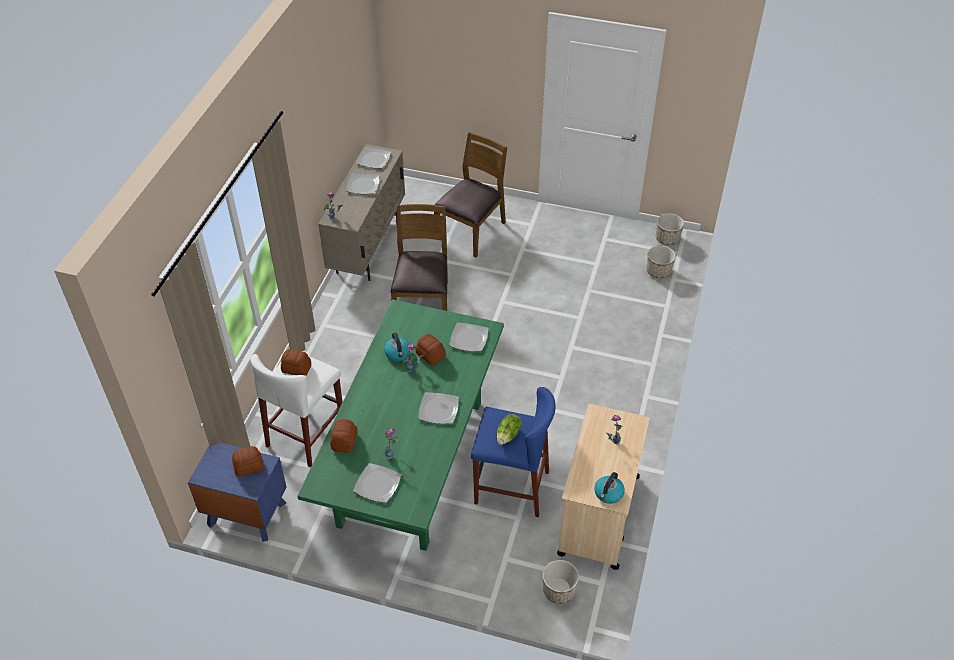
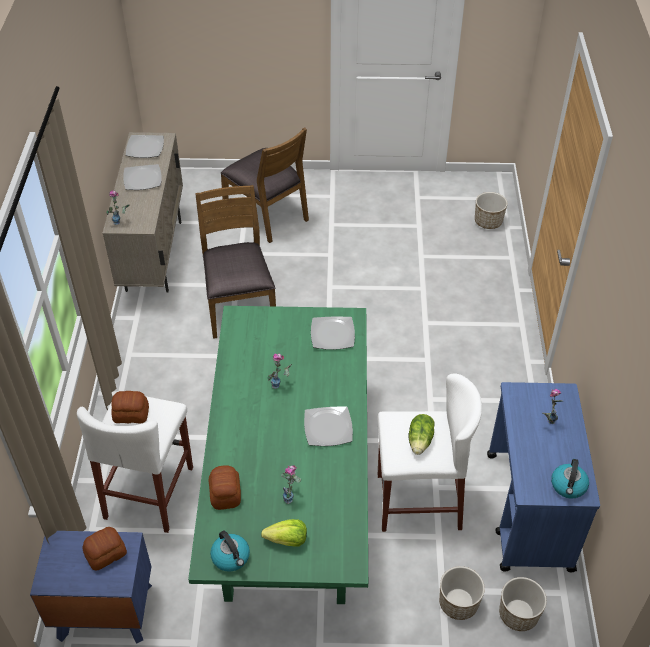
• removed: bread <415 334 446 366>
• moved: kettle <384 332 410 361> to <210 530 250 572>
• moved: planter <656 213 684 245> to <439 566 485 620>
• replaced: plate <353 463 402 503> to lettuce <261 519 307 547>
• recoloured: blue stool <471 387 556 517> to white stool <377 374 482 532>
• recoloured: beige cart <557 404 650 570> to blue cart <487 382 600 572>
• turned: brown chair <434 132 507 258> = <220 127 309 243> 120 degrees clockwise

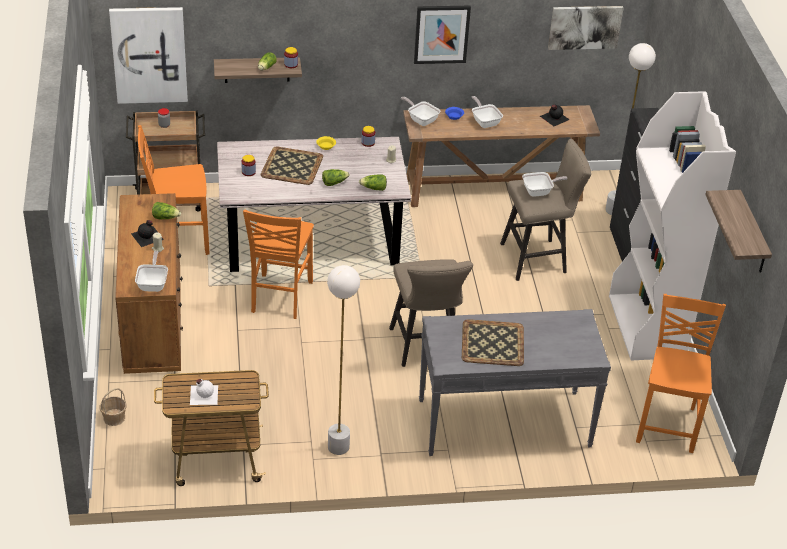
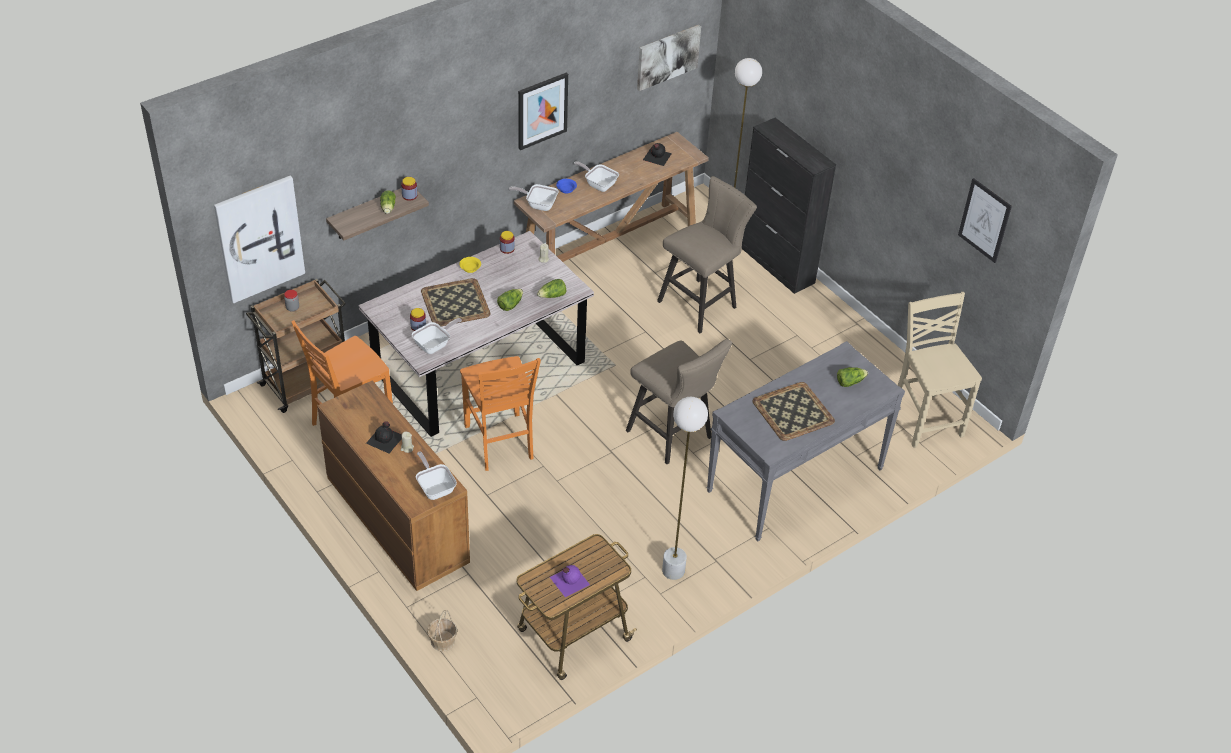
• removed: white bookcase <609 91 736 360>
• moved: lettuce <152 202 181 219> to <837 367 868 387>
• moved: frying pan <522 172 567 197> to <411 318 462 354>
• replaced: shelf <705 190 772 273> to picture <958 178 1012 263>
• recoloured: white bottle <190 379 218 405> to purple bottle <550 565 590 597>
• recoloured: orange chair <636 294 726 453> to beige chair <898 292 982 448>

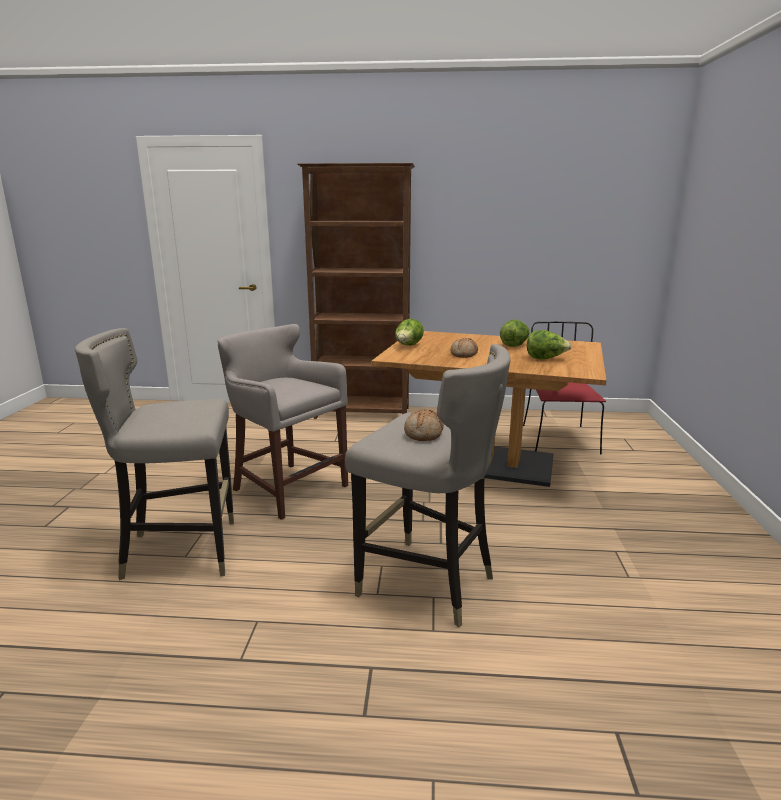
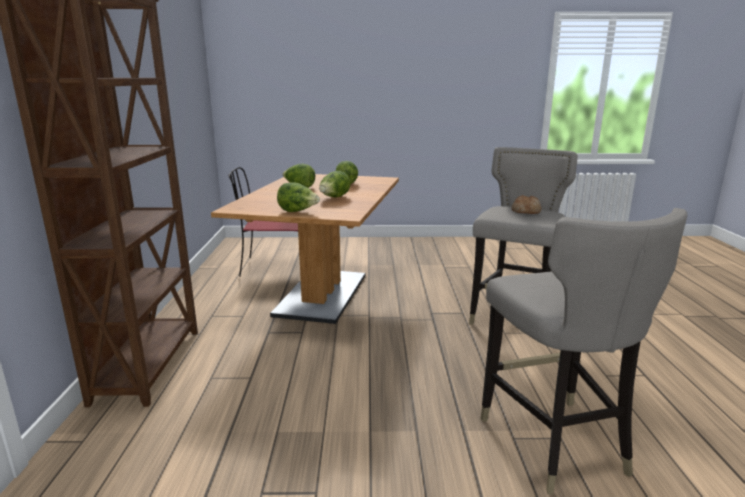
• removed: grey stool <217 324 348 520>
• replaced: bread <451 338 478 358> to lettuce <319 171 350 197>

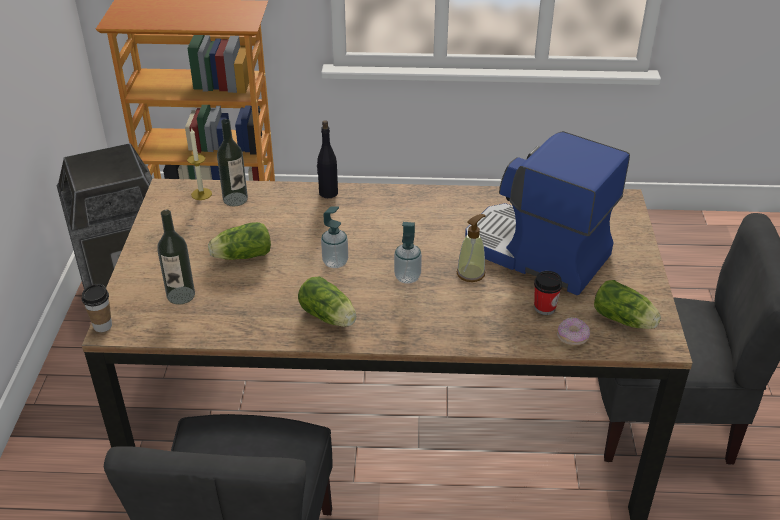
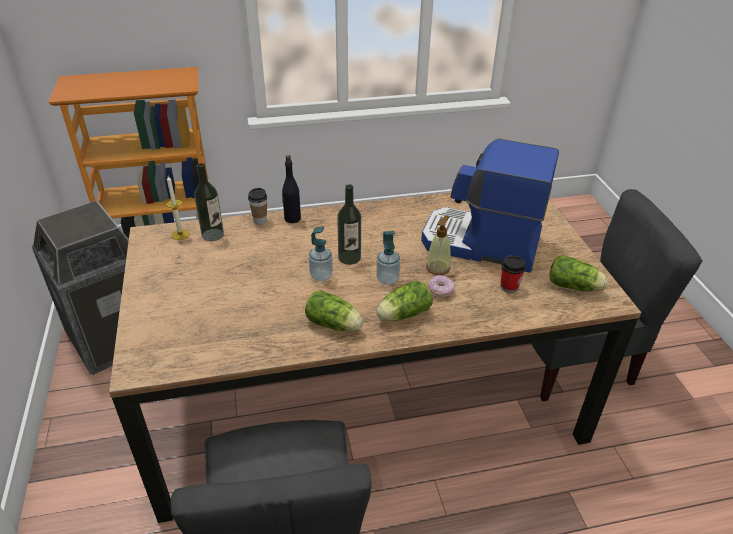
• moved: cup <82 284 112 332> to <248 188 267 225>
• moved: bottle <157 210 195 305> to <337 184 361 265>
• moved: lettuce <208 222 271 260> to <376 281 433 321>
• moved: donut <557 317 590 346> to <428 275 455 298>

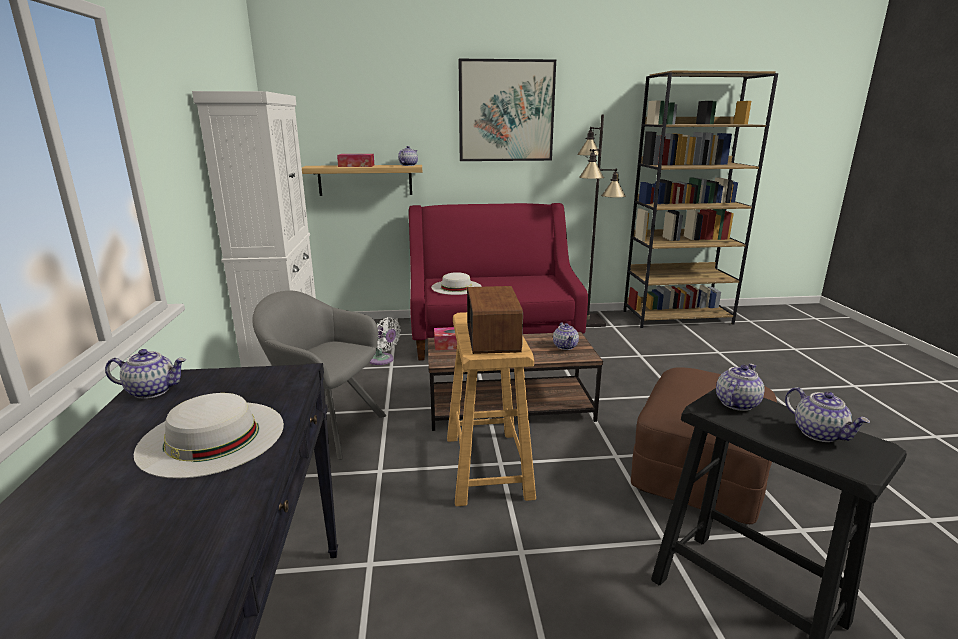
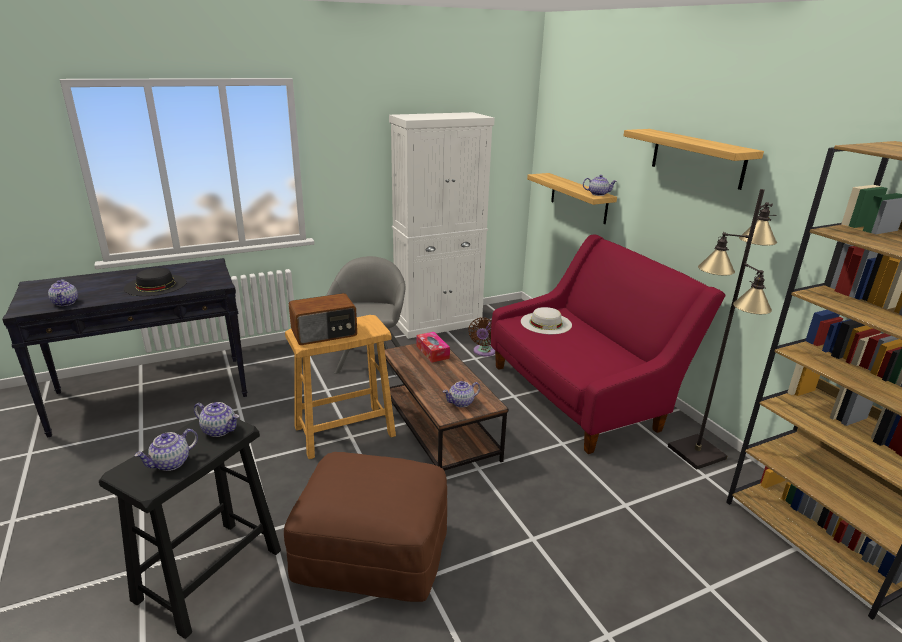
• removed: tissue box <337 154 374 167>
• moved: teapot <105 349 186 399> to <48 279 78 306>
• replaced: picture <459 59 556 161> to shelf <623 129 764 190>
• recoloured: white hat <134 393 284 478> to black hat <124 268 187 296>
• recoloured: white fan <369 317 401 365> to brown fan <468 317 495 356>

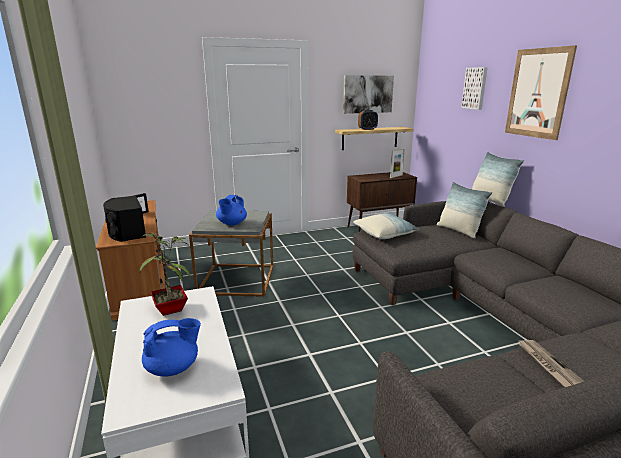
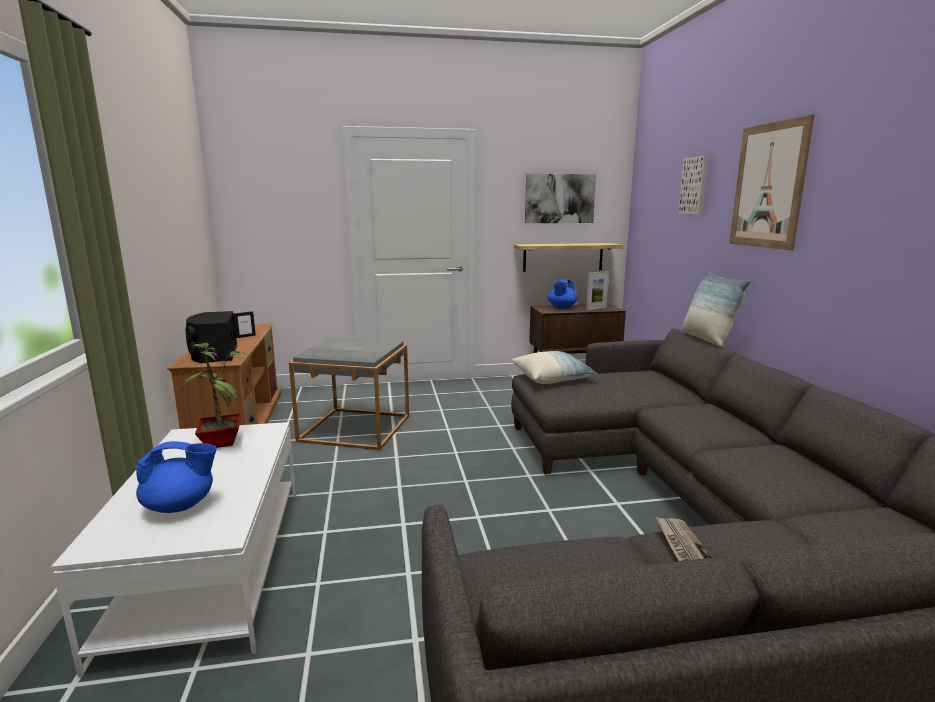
• removed: alarm clock <358 110 378 130>
• removed: pillow <437 181 492 239>
• moved: blue teapot <216 195 247 225> to <548 279 577 308>

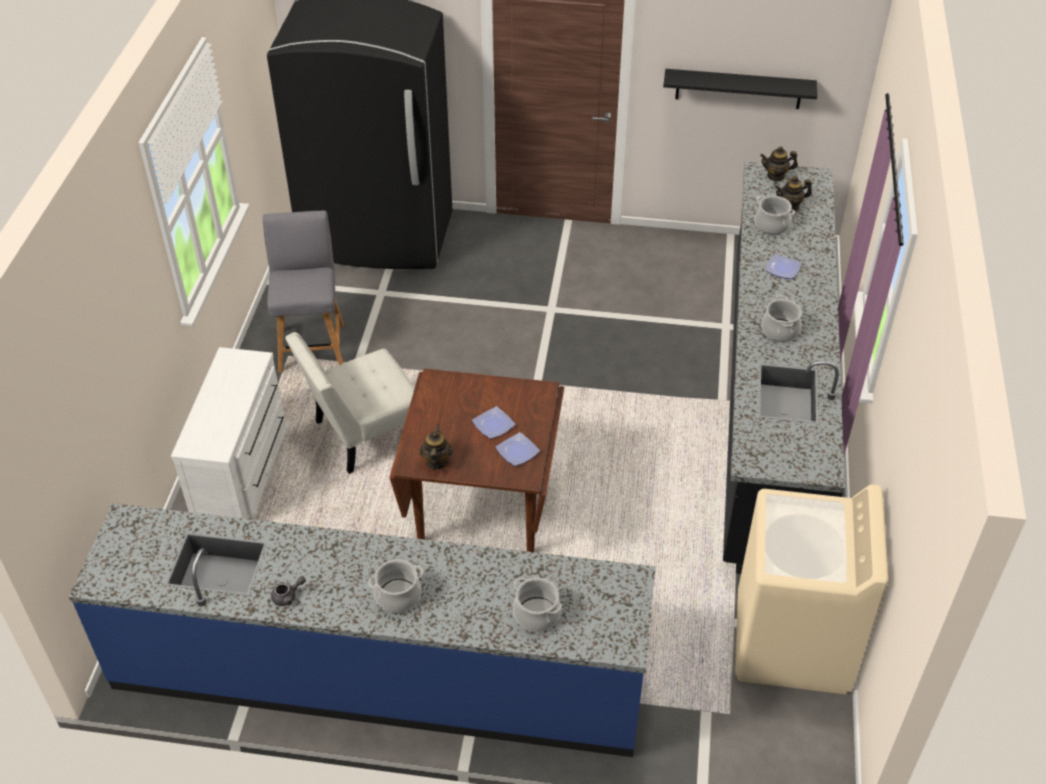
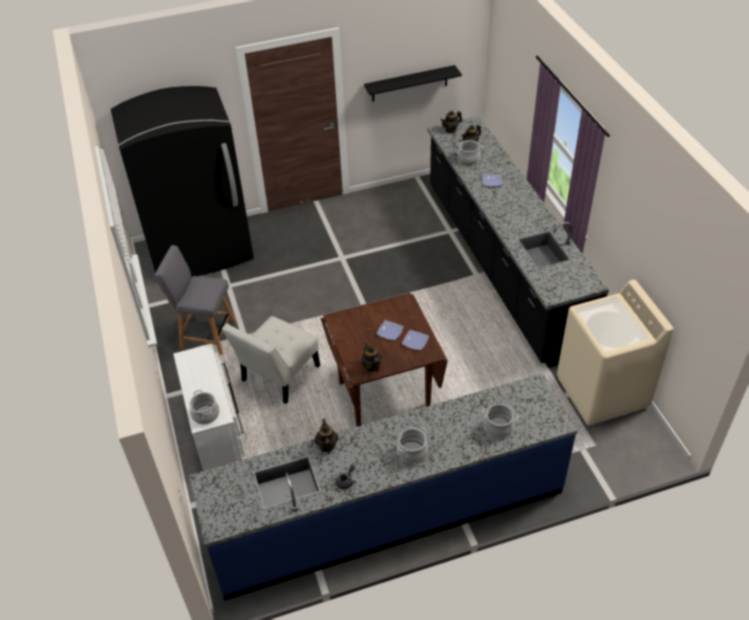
• added: teapot <315 419 338 454>
• moved: cooking pot <761 295 802 342> to <189 390 220 424>
• turned: grey chair <263 211 344 372> = <155 245 237 355> 45 degrees counterclockwise

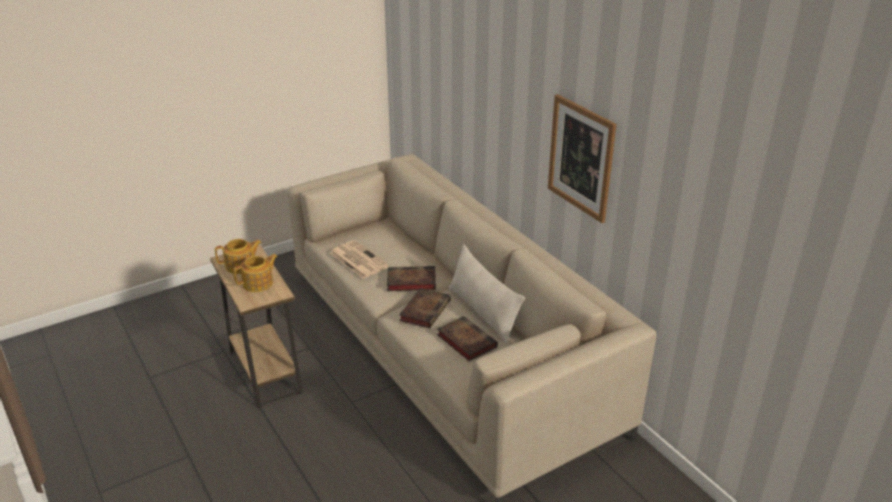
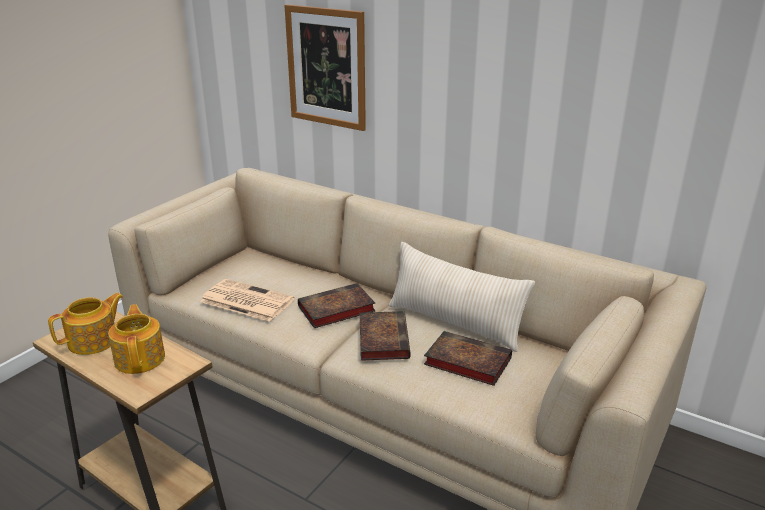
• moved: picture <548 94 616 223> to <284 4 366 131>
• turned: teapot <233 254 278 292> = <108 304 165 374> 45 degrees counterclockwise

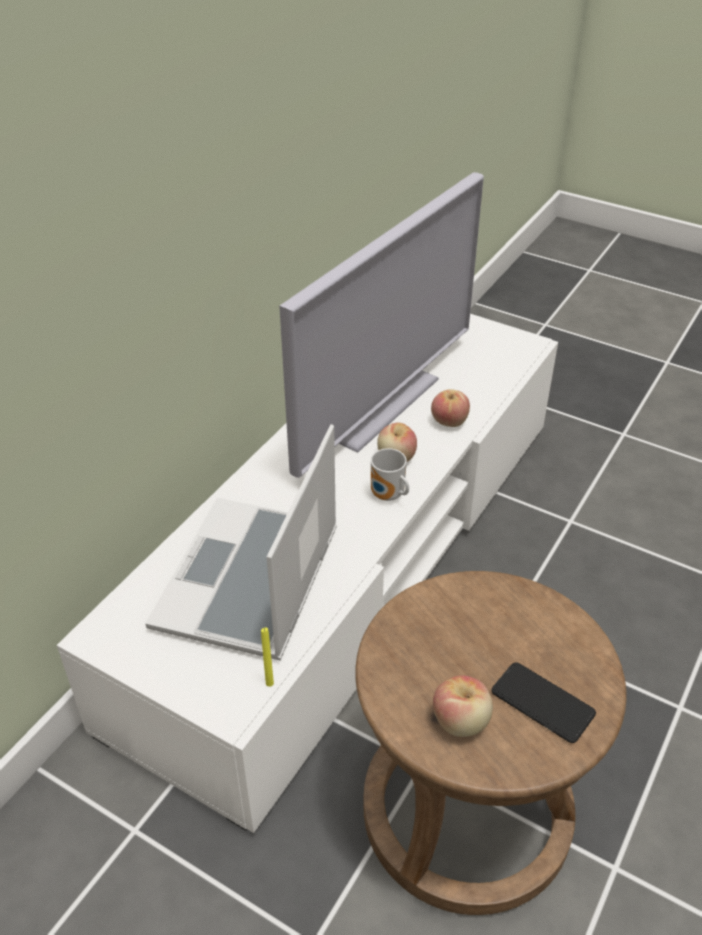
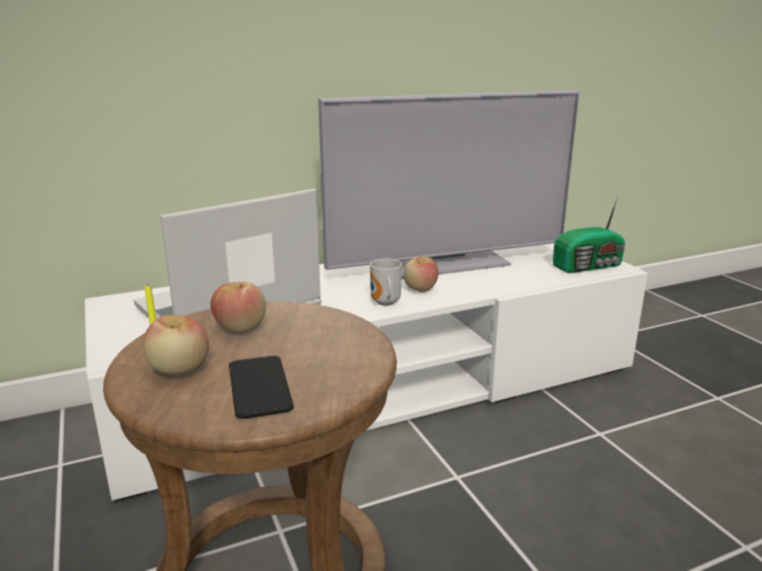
• added: radio <553 194 625 273>
• moved: apple <431 389 470 427> to <210 282 266 334>

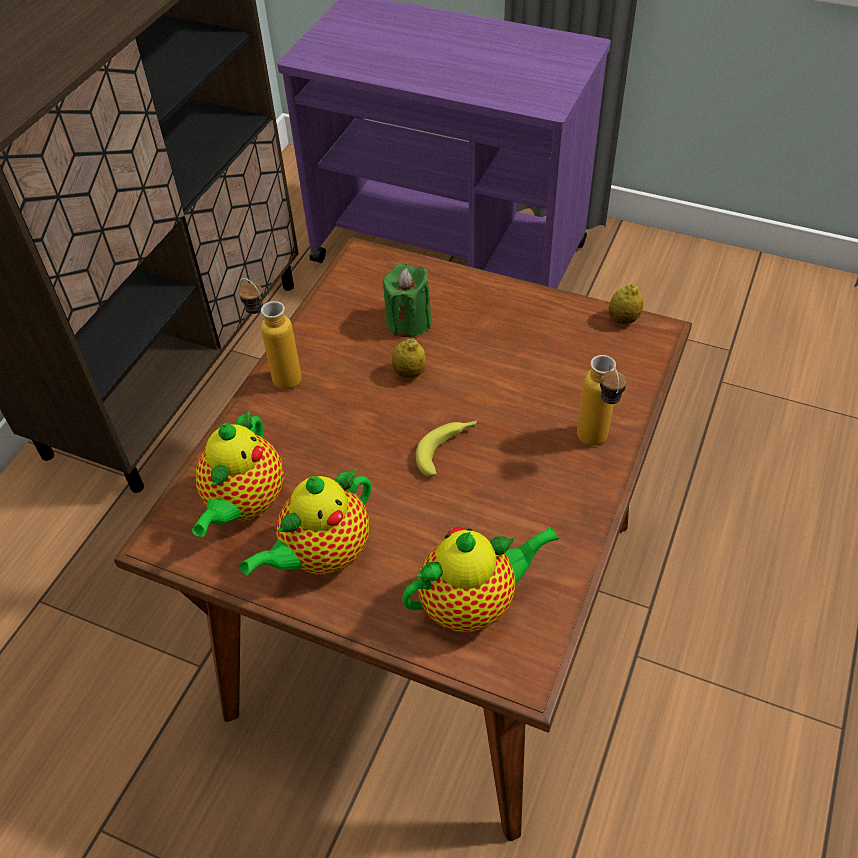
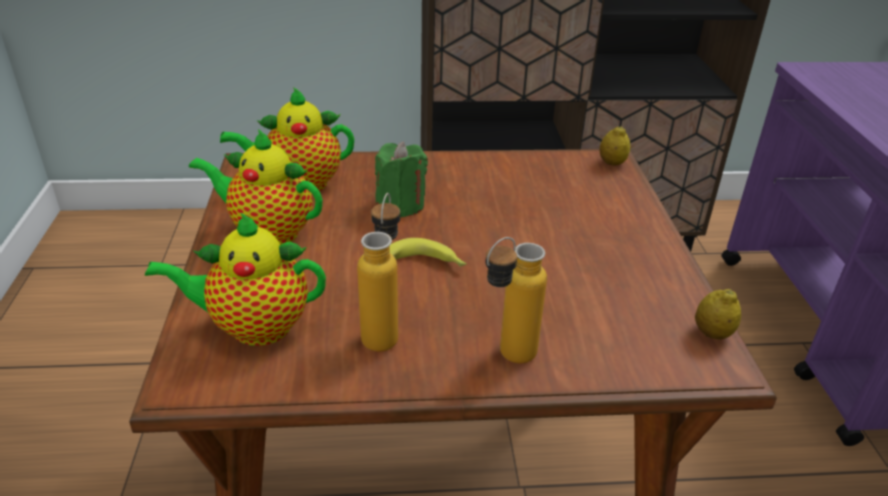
• moved: bottle <239 278 302 390> to <357 193 400 352>
• moved: green candle <383 264 432 337> to <375 142 428 217>
• moved: lemon <392 338 426 378> to <600 126 630 166>
• turned: teapot <402 527 559 632> = <145 213 326 346> 135 degrees clockwise

